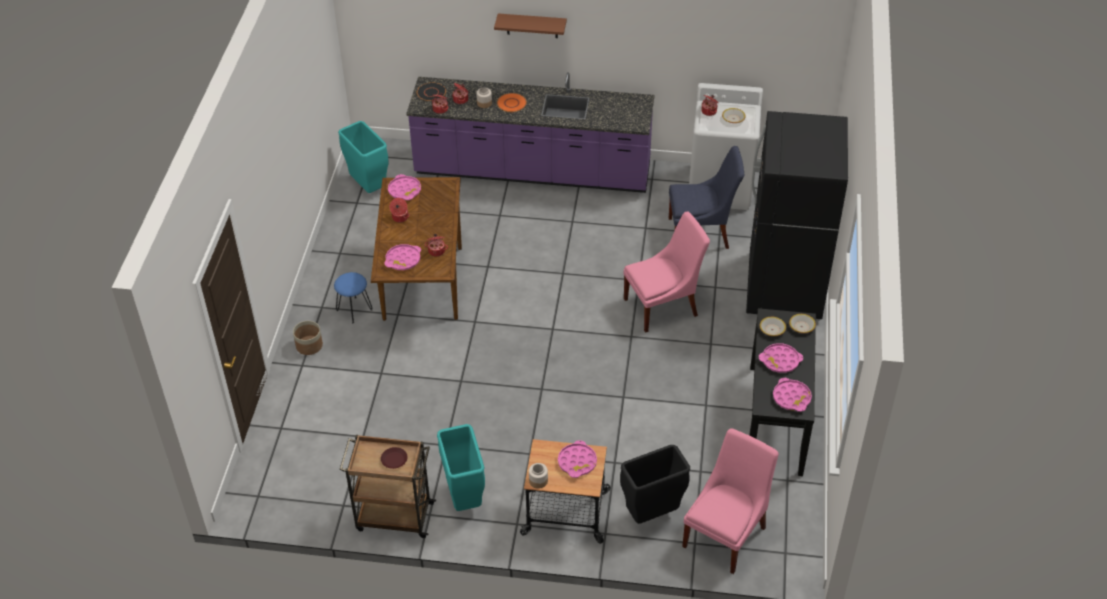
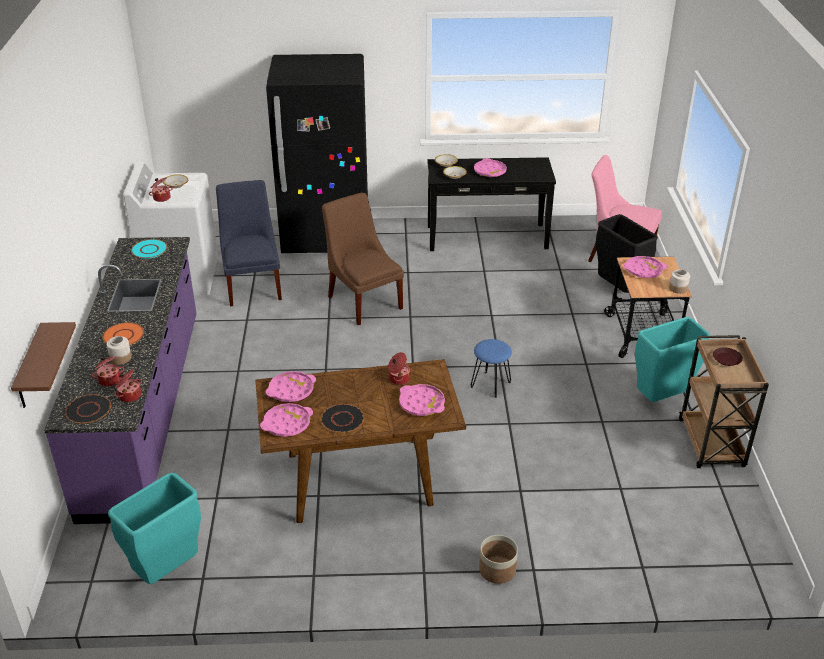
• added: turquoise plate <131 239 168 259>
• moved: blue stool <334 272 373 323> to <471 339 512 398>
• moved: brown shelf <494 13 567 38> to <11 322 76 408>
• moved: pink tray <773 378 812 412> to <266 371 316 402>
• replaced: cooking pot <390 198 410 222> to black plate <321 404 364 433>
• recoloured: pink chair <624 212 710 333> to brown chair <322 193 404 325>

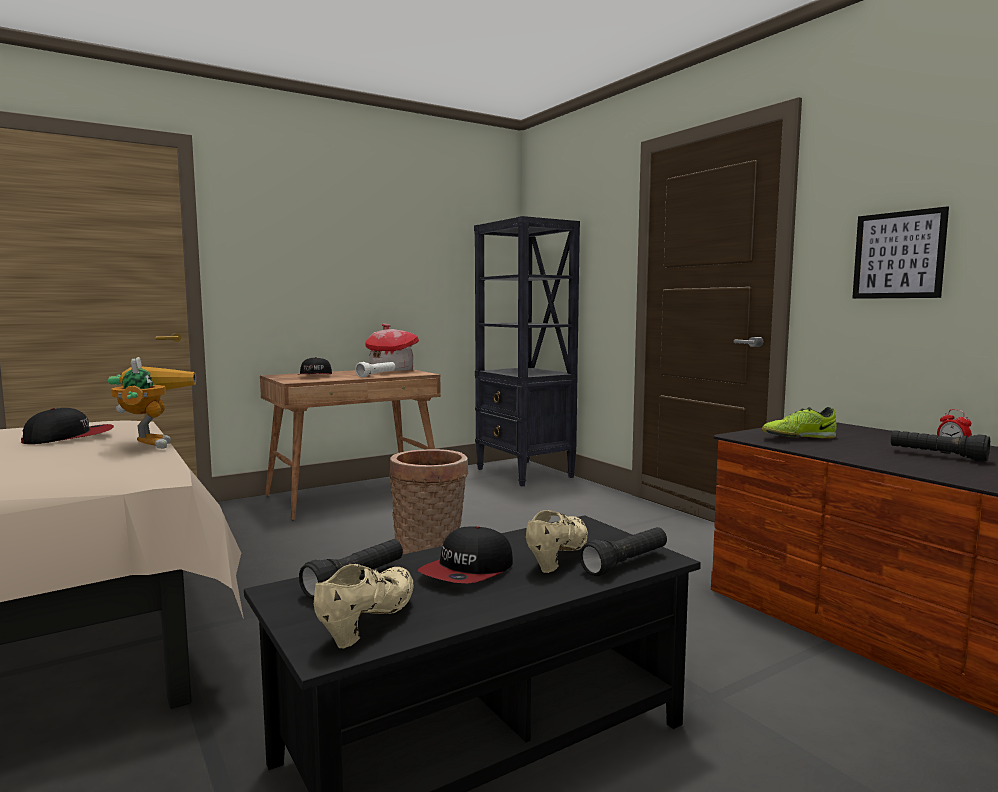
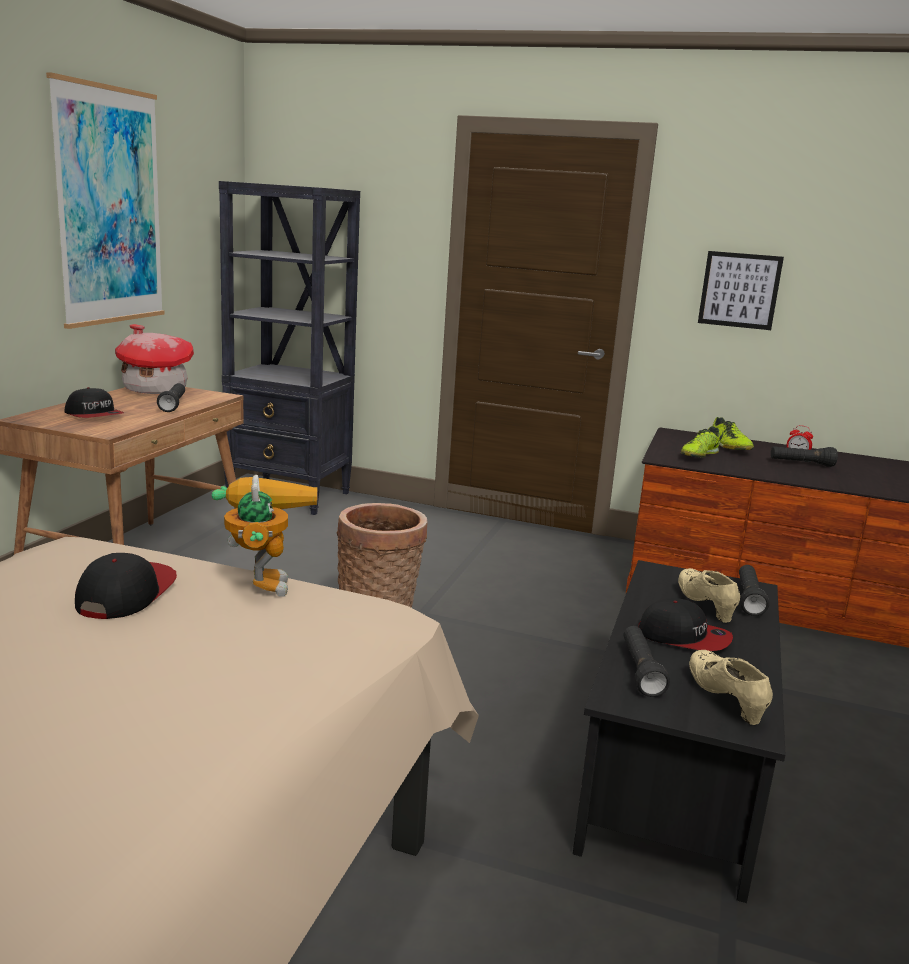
• added: picture <46 72 165 329>
• added: shoe <712 417 754 450>
• recoloured: white flashlight <355 362 395 377> to black flashlight <157 383 185 412>
• turned: toy robot <108 357 196 449> = <212 475 318 597> 45 degrees clockwise
• turned: cap <417 526 513 584> = <638 598 733 651> 60 degrees counterclockwise

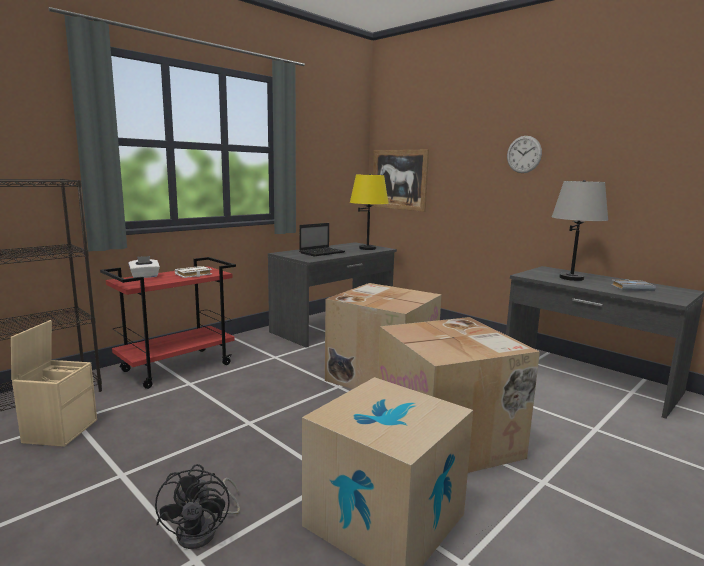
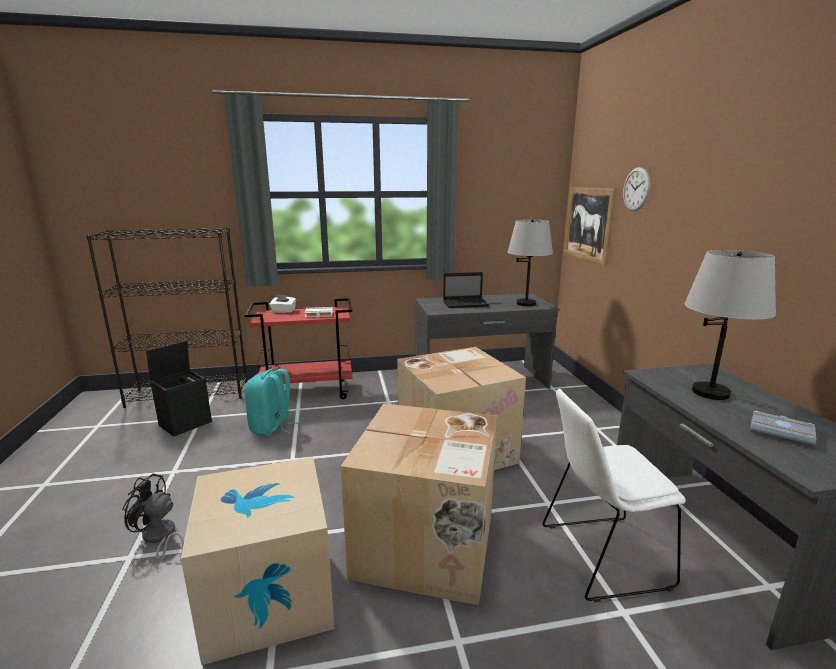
• added: turquoise backpack <244 369 299 436>
• added: white chair <543 389 686 602>
• moved: wall clock <507 136 542 173> to <623 167 650 211>
• recoloured: beige storage box <11 320 97 447> to black storage box <146 341 212 437>
• recoloured: yellow table lamp <350 174 389 250> to grey table lamp <508 220 553 306>
• turned: black fan <155 464 240 549> = <122 474 184 561> 75 degrees clockwise

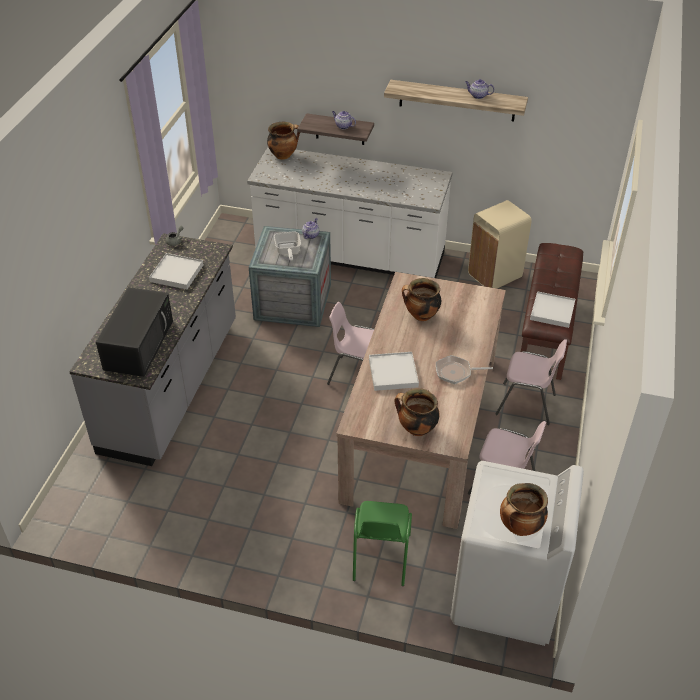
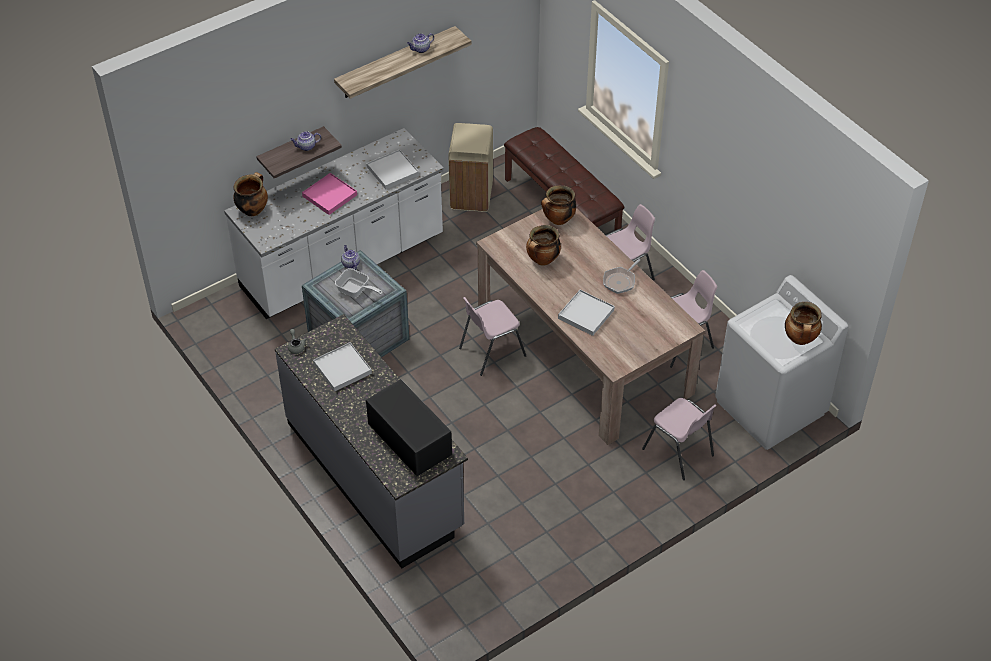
• added: pink tray <302 173 357 215>
• moved: cooking pot <394 388 440 436> to <541 185 576 225>
• moved: white tray <530 291 575 328> to <367 149 419 189>
• recoloured: green chair <353 501 412 586> to pink chair <642 398 716 480>

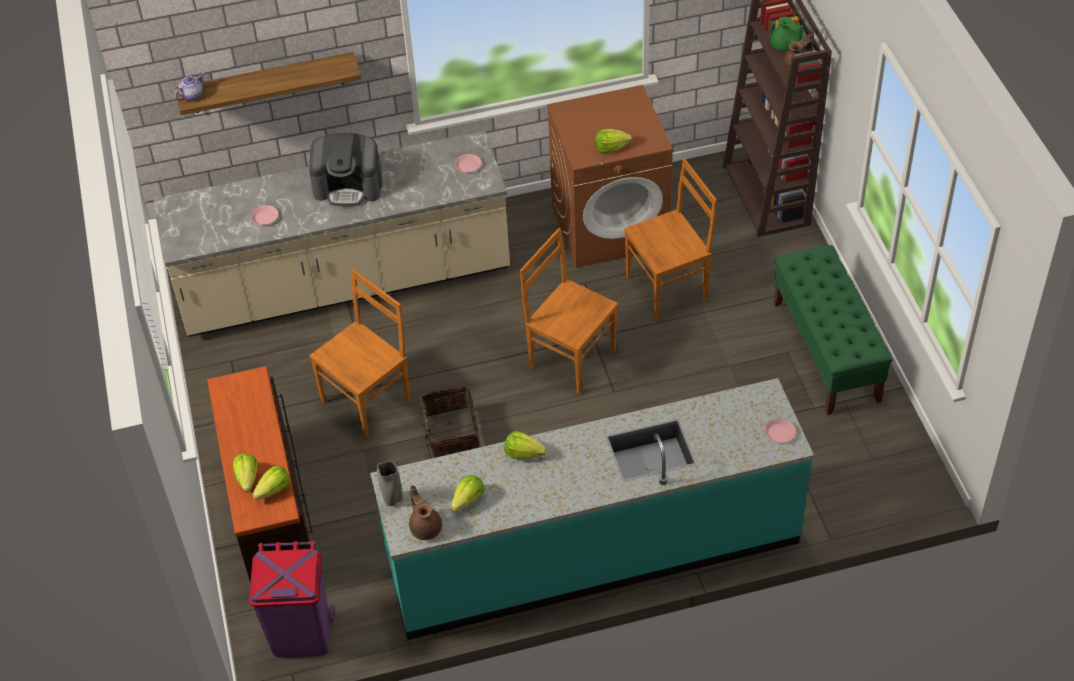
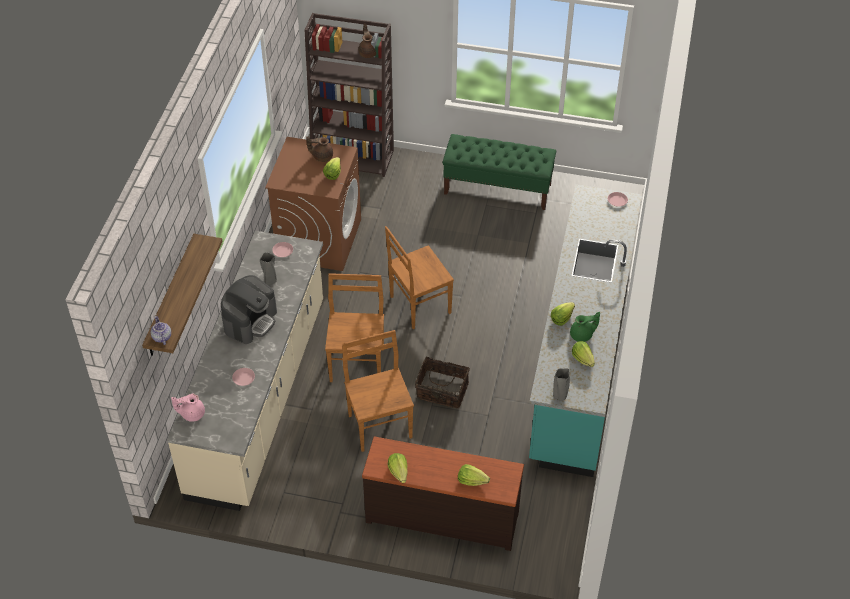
• removed: purple trash can <249 540 335 658>
• added: pink teapot <171 394 205 422>
• added: grey vase <260 252 277 285>
• moved: lettuce <252 465 290 500> to <388 453 408 483>
• moved: brown teapot <409 485 442 540> to <306 136 333 162>
• moved: brown chair <624 158 717 319> to <325 273 384 382>
• moved: green teapot <771 17 803 51> to <570 312 600 342>

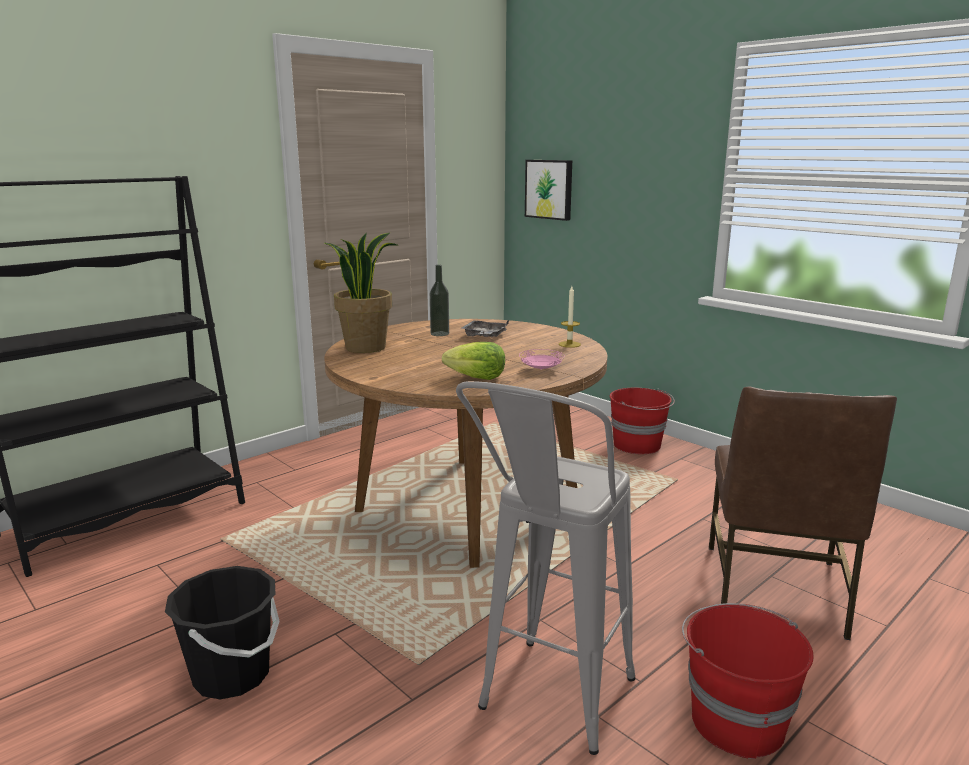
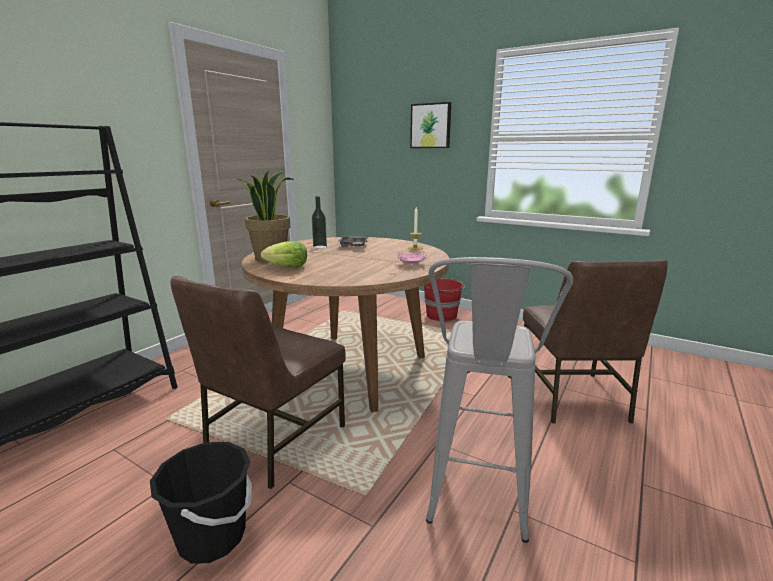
• removed: red bucket <682 603 813 759>
• added: brown chair <170 276 346 489>
• moved: lettuce <442 342 505 380> to <261 241 307 268>
• moved: picture <525 160 572 221> to <410 102 451 148>

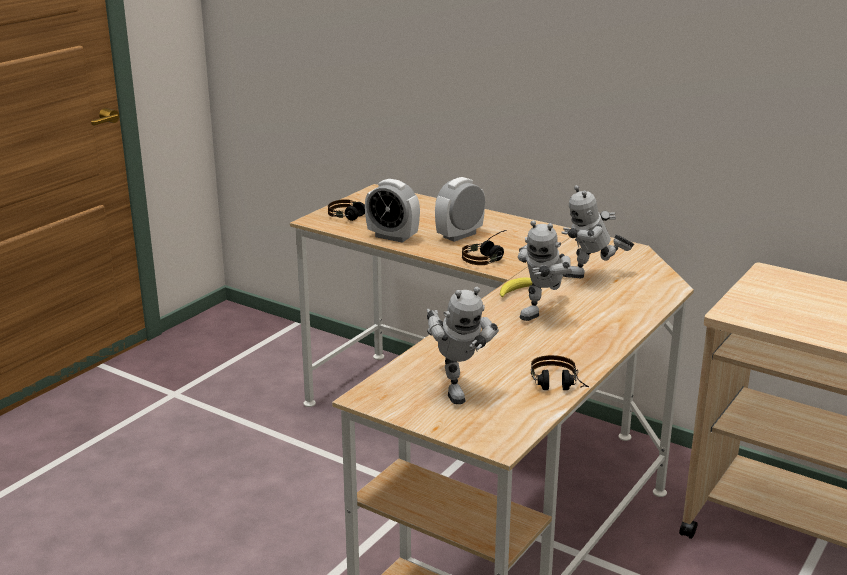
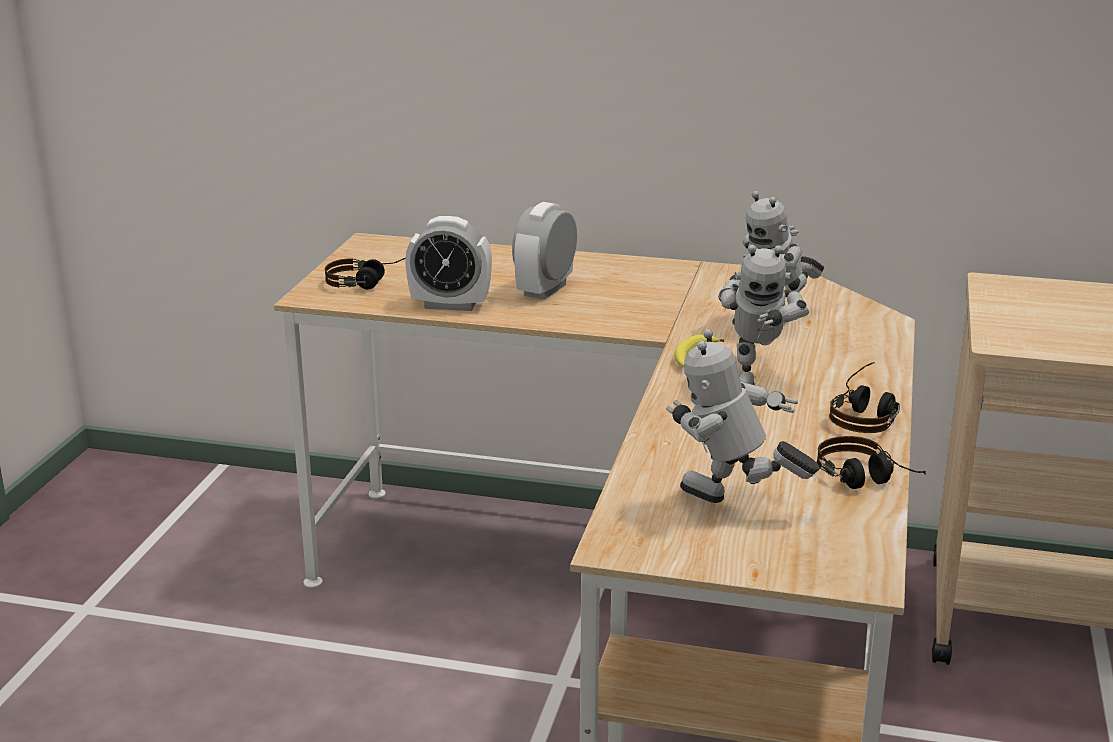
• moved: headphones <462 230 507 265> to <829 362 900 433>
• turned: toy robot <427 287 499 404> = <666 329 819 503> 150 degrees clockwise

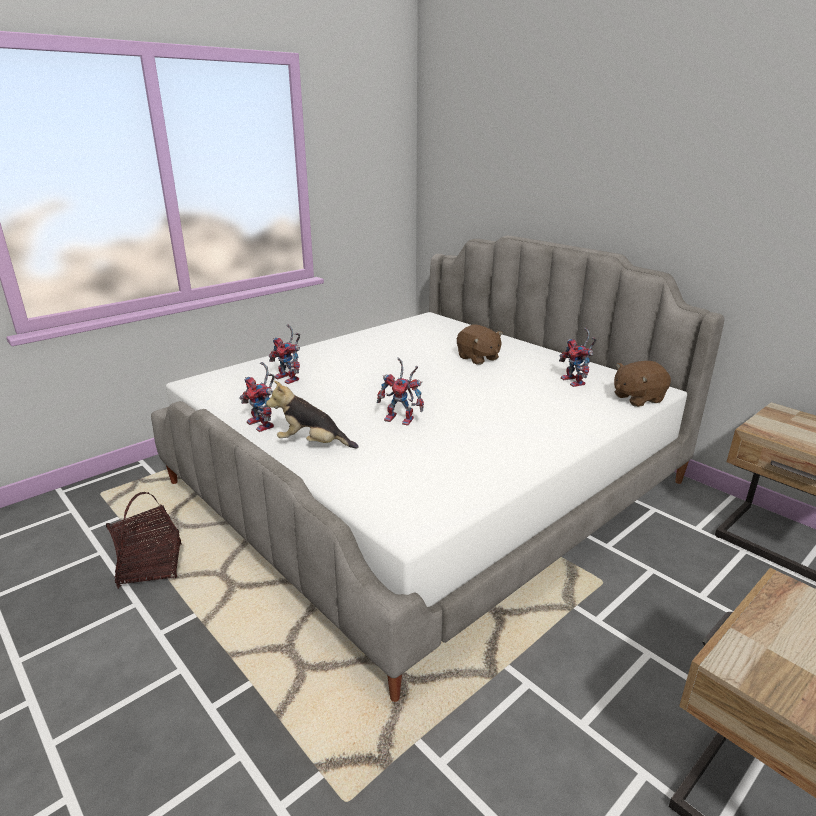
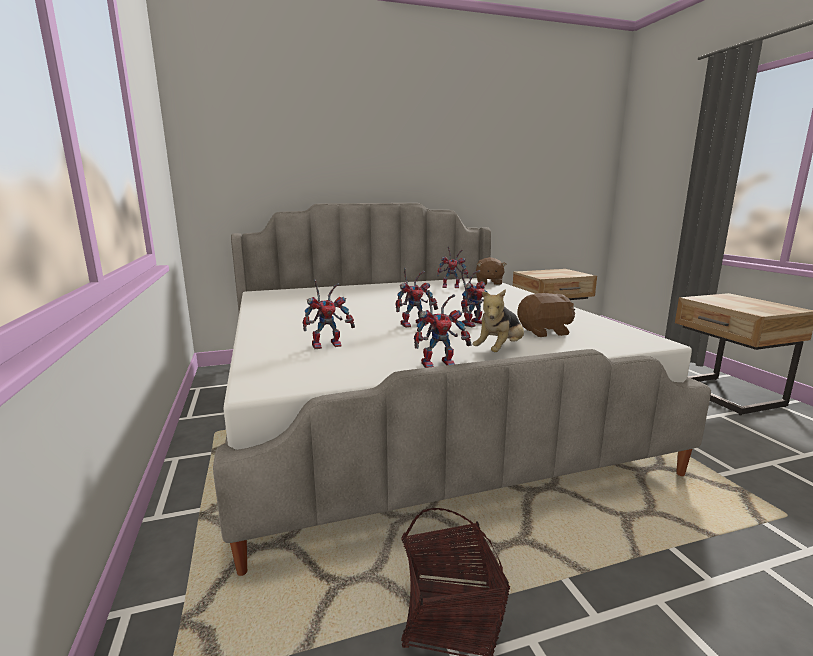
• added: toy robot <395 268 438 328>
• moved: brown plush toy <457 325 503 365> to <517 293 575 337>

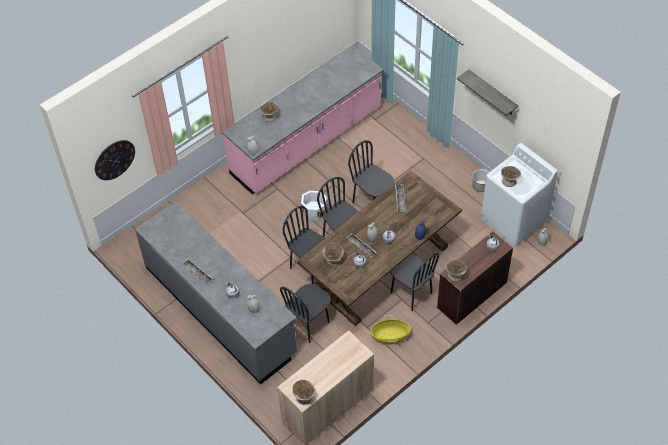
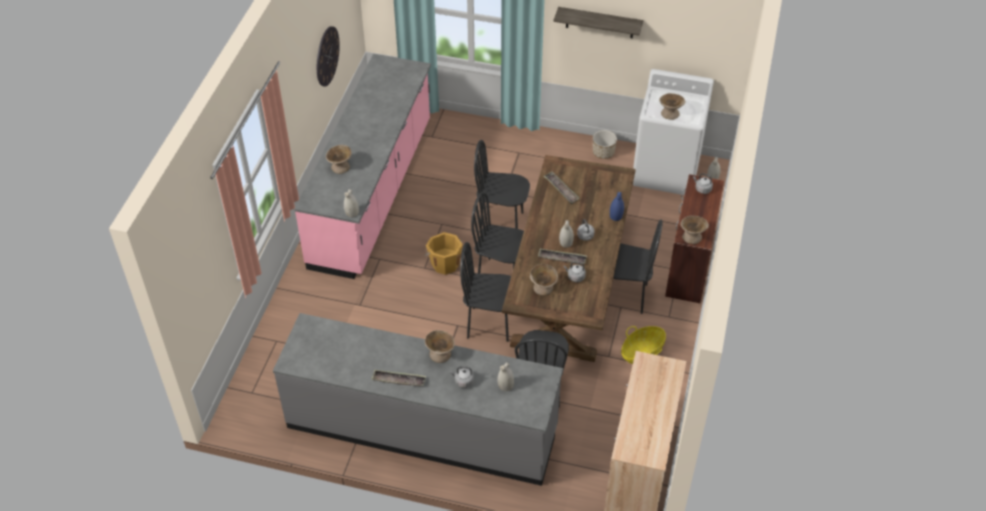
• moved: wall clock <95 140 135 180> to <317 26 340 87>
• moved: beige bowl <292 380 315 404> to <425 330 455 363>
• recoloured: white bucket <299 191 329 221> to orange bucket <425 232 463 275>

